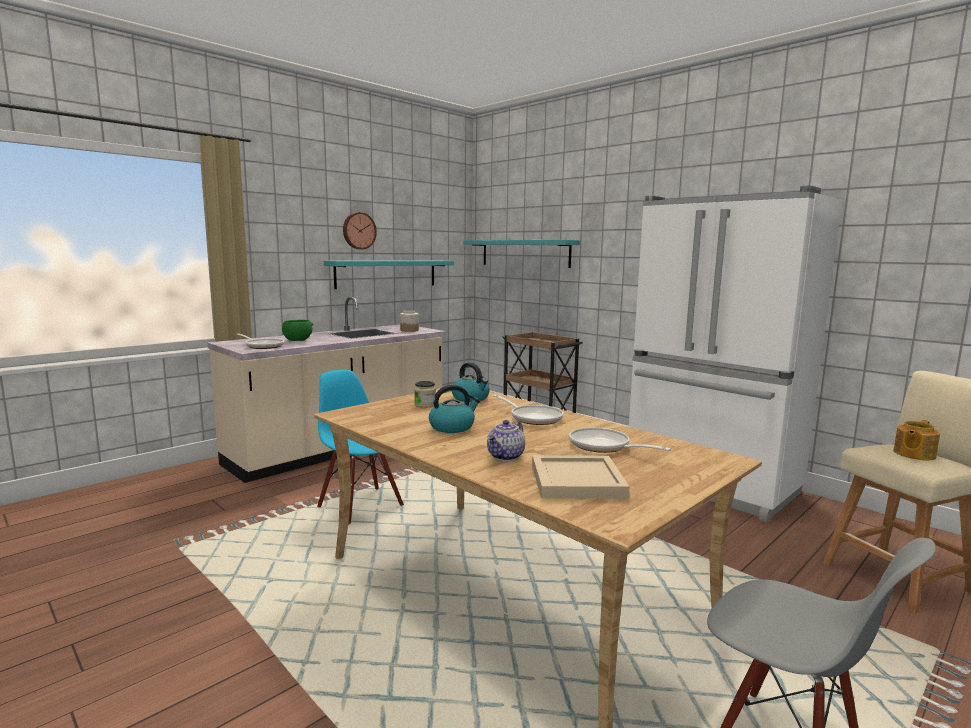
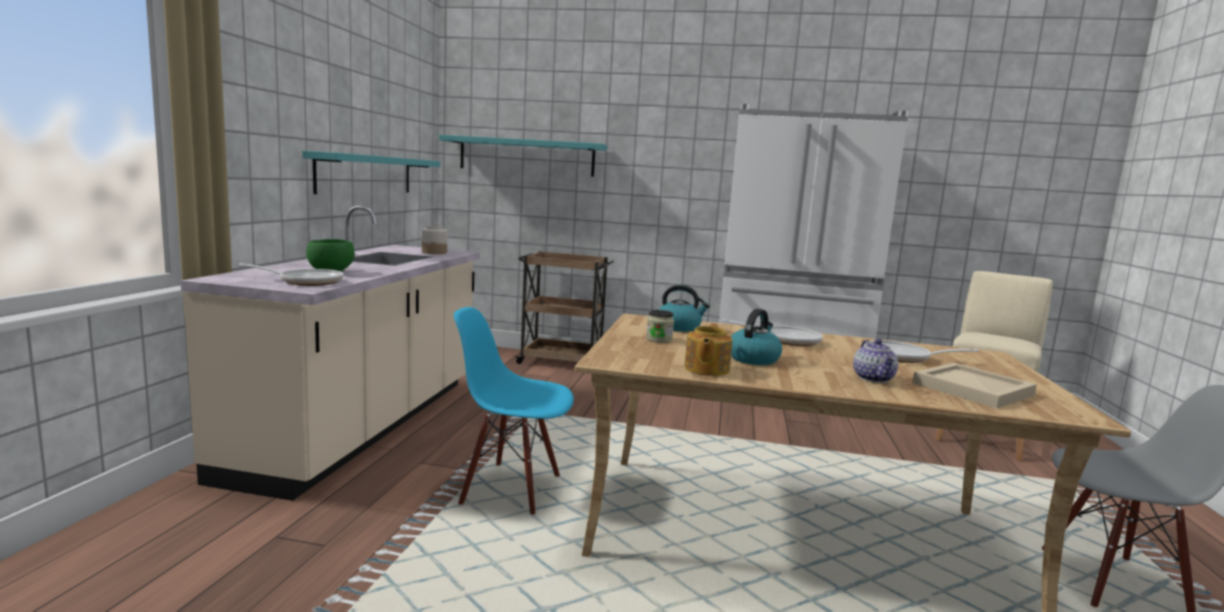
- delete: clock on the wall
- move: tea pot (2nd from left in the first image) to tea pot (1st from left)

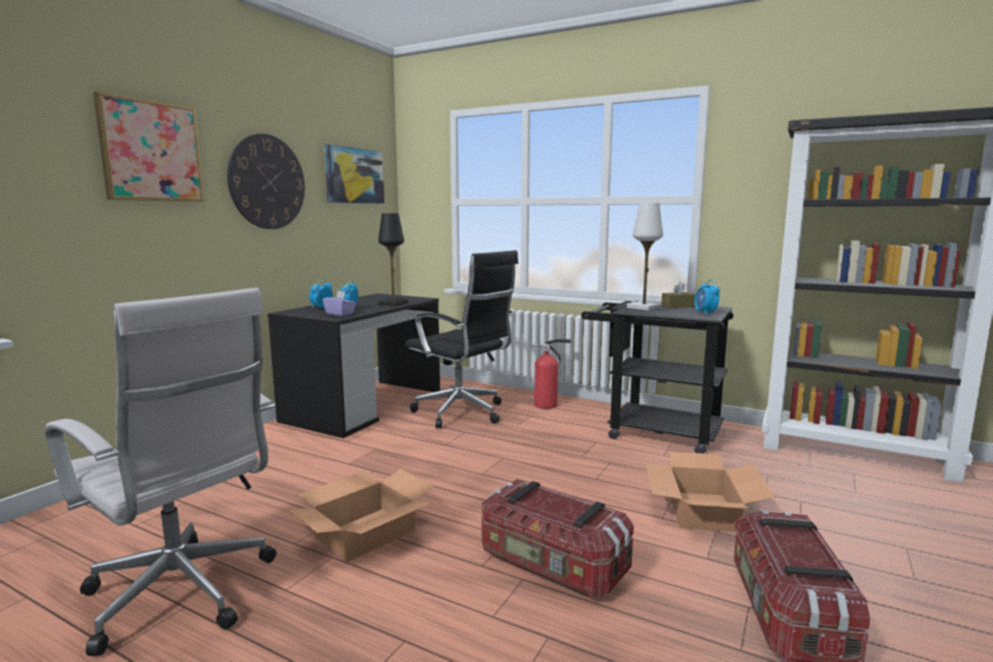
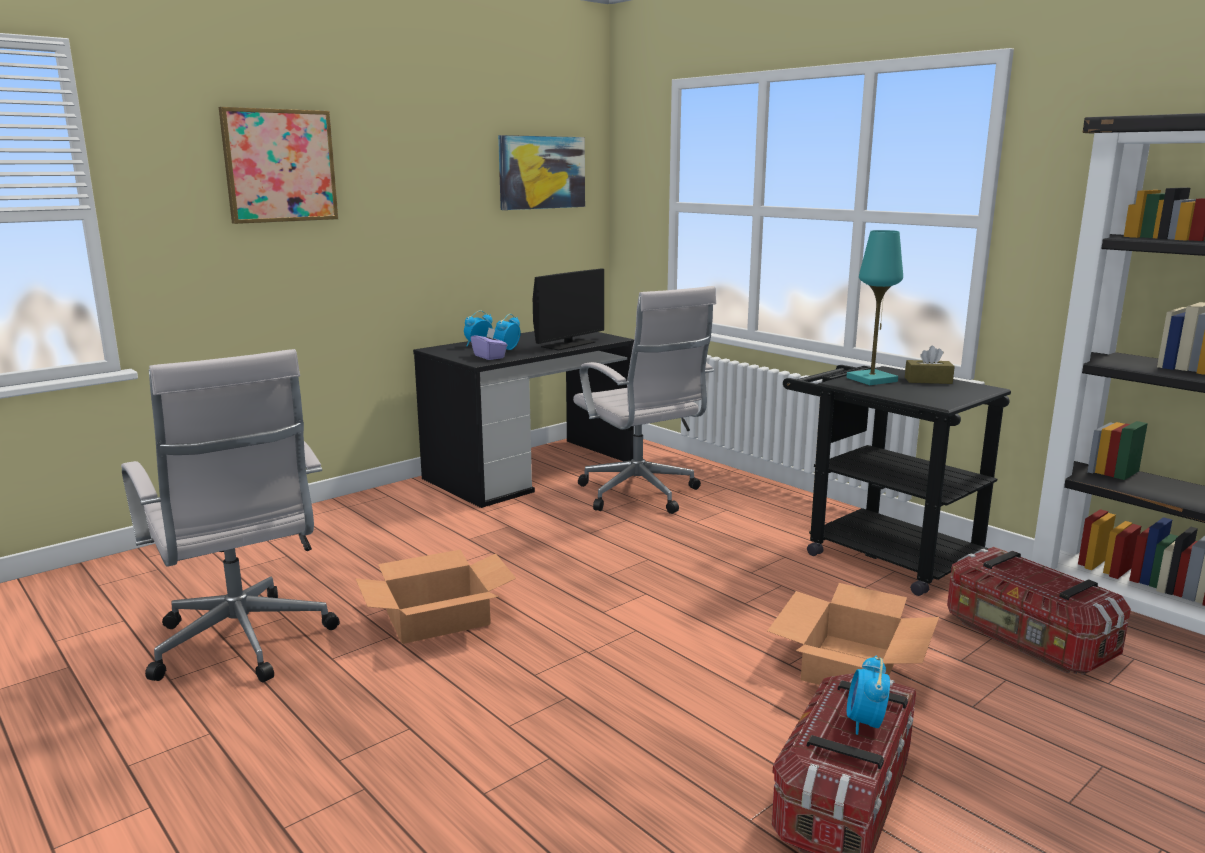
- delete: clock on the wall
- recolor: lamp for a table (white) to lamp for a table (turquoise)
- replace: lamp for a table (blackish) to monitor
- recolor: desk chair (blackish) to desk chair (white) (2nd from left)
- move: bedside clock (3rd from left)
- delete: extinguisher
- move: storage container (1st from left in the first image) to storage container (2nd from left)

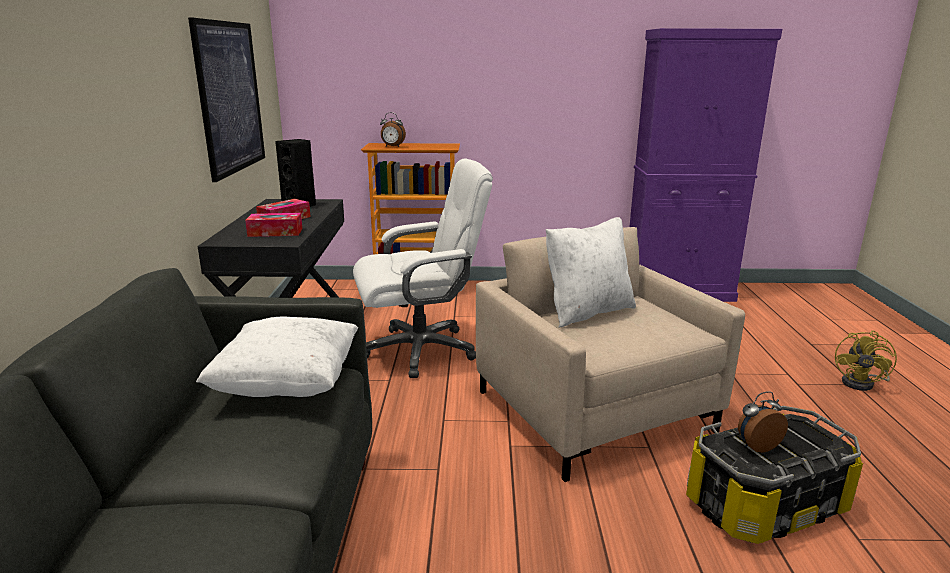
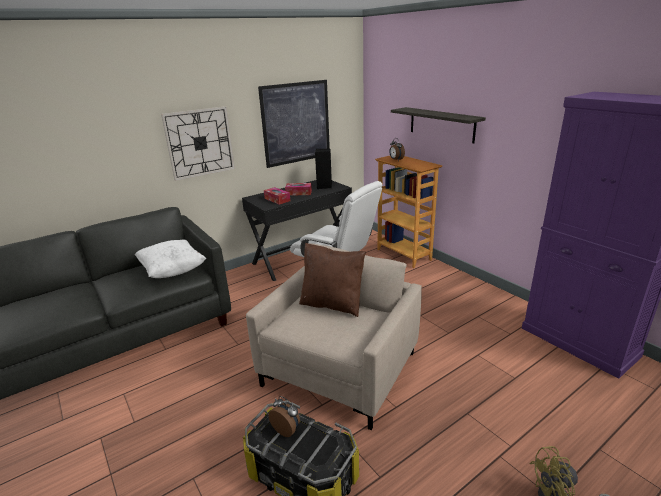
- recolor: cushion (white) (2nd from left) to cushion (brownish)
- insert: clock on the wall
- insert: shelf

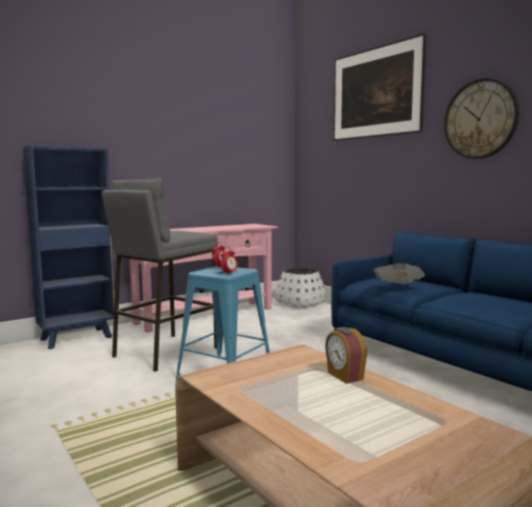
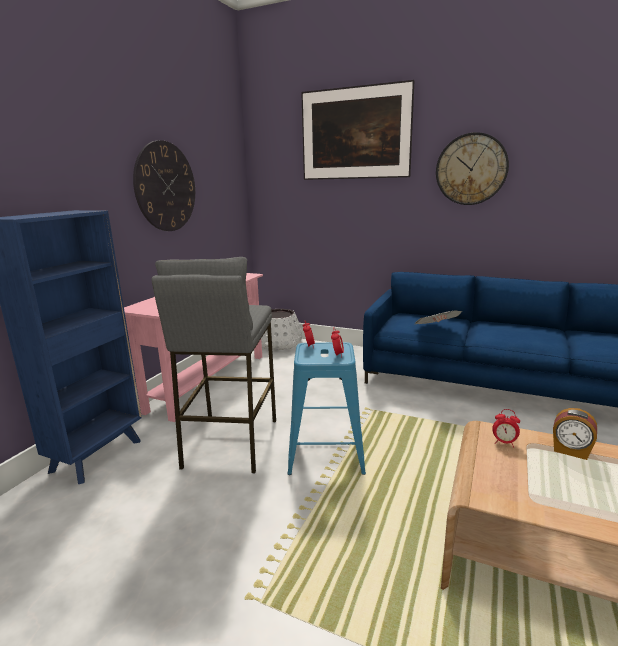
- insert: clock on the wall (1st from left)
- insert: bedside clock (3rd from left)

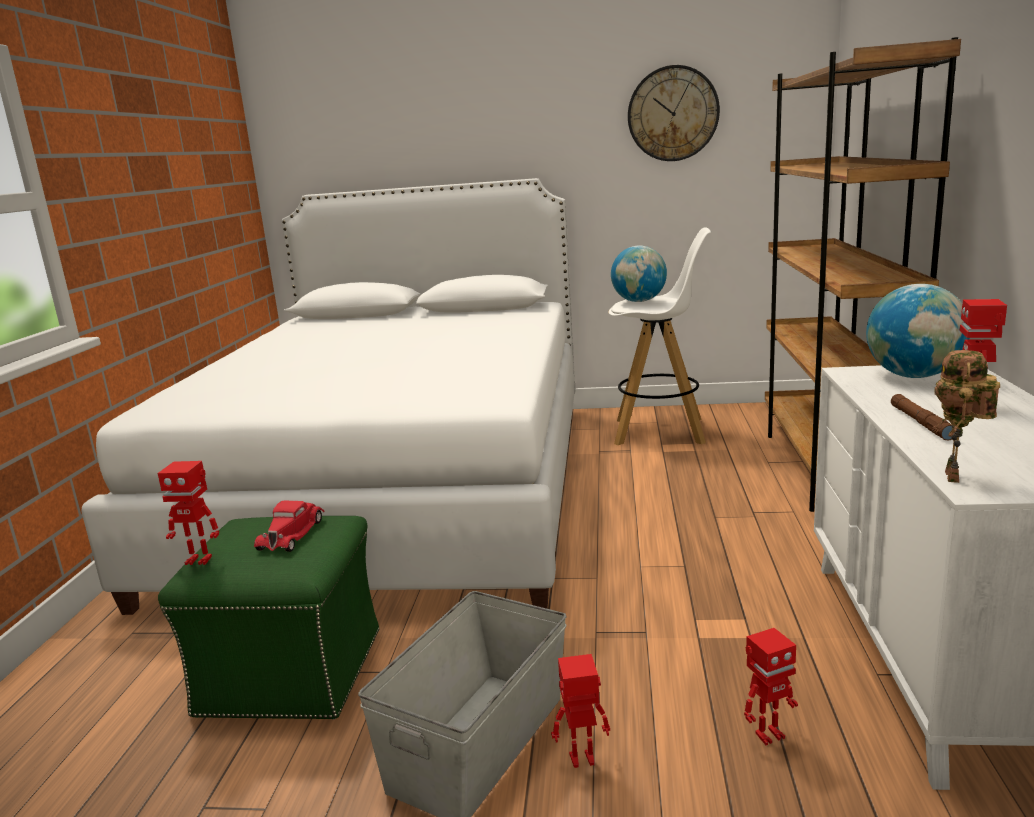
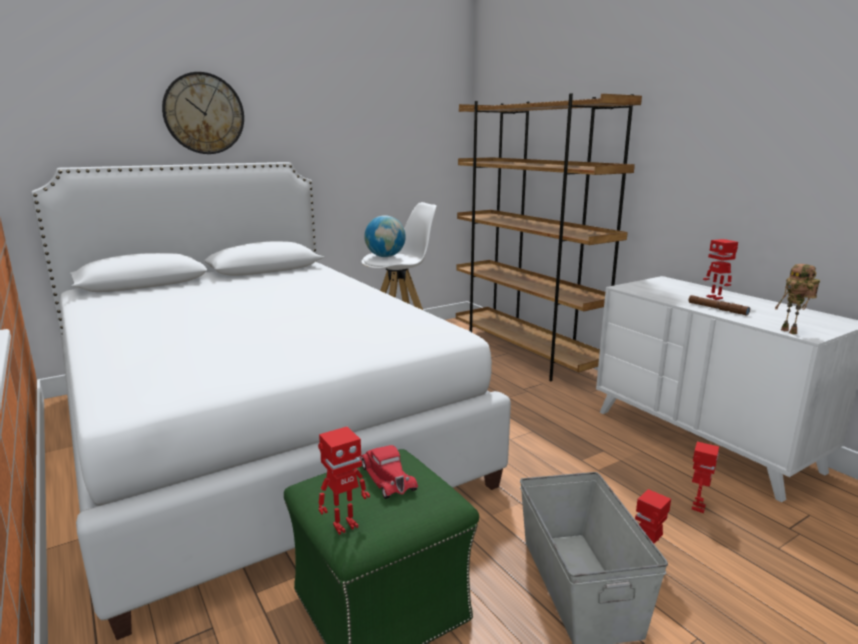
- move: clock on the wall
- delete: globe (2nd from left)

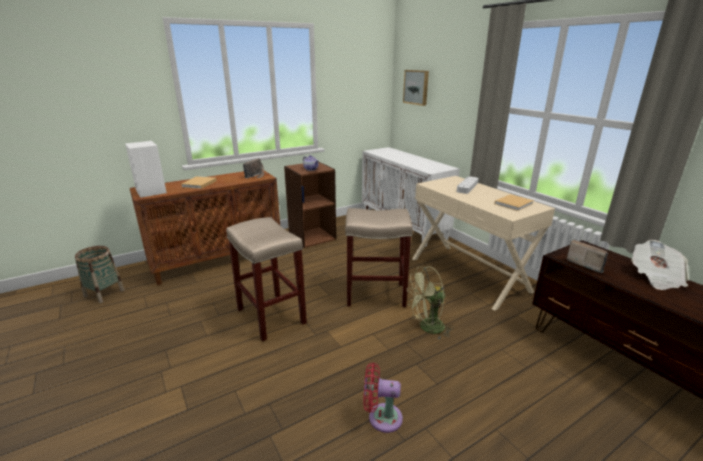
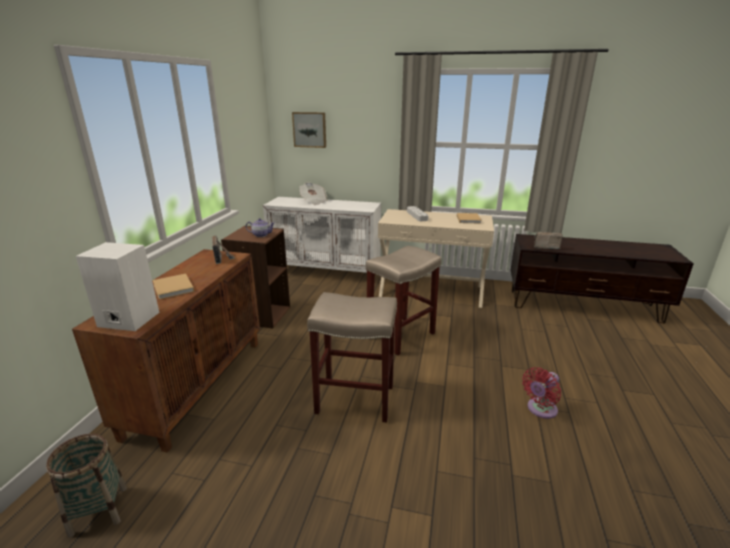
- move: daily paper
- delete: electric fan (green-coloured)

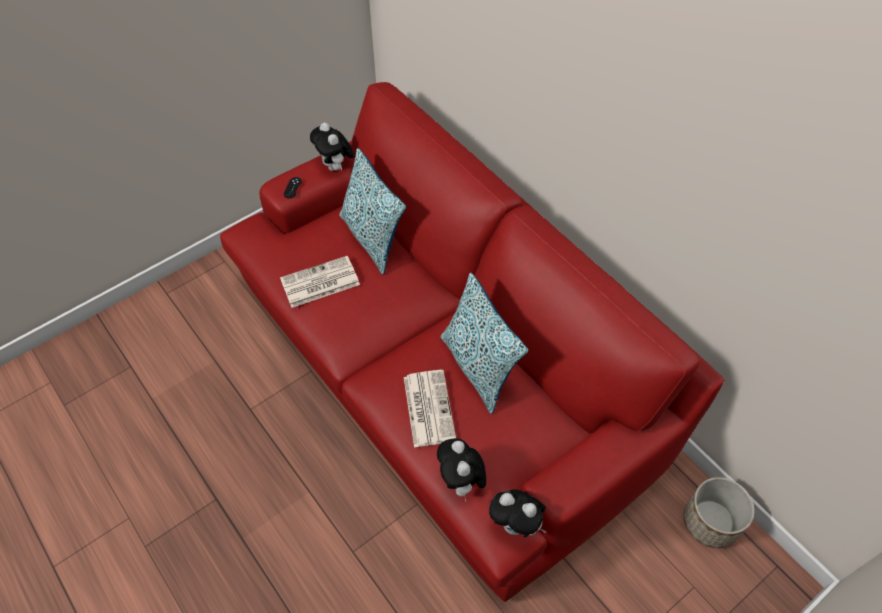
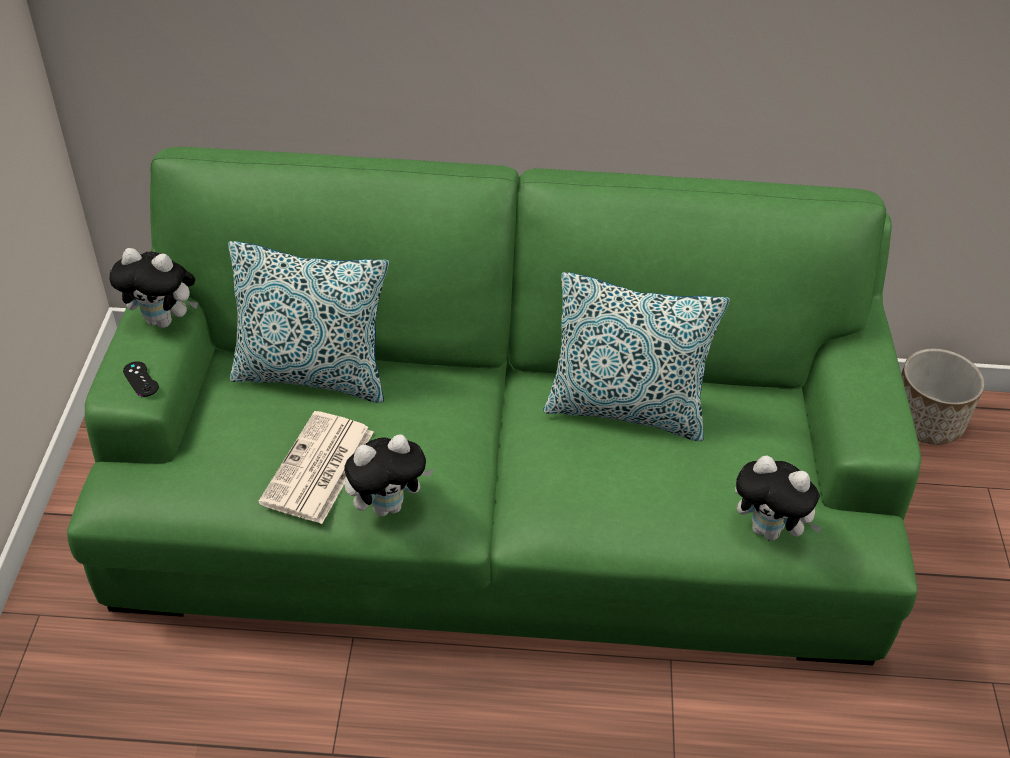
- recolor: sofa (reddish) to sofa (green-coloured)
- delete: daily paper (2nd from left)
- move: plush toy (3rd from left in the first image) to plush toy (2nd from left)

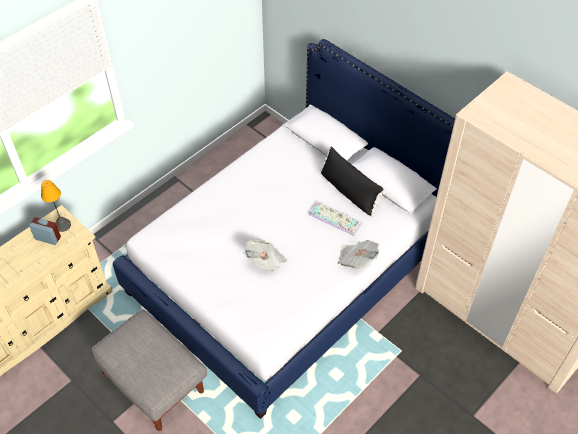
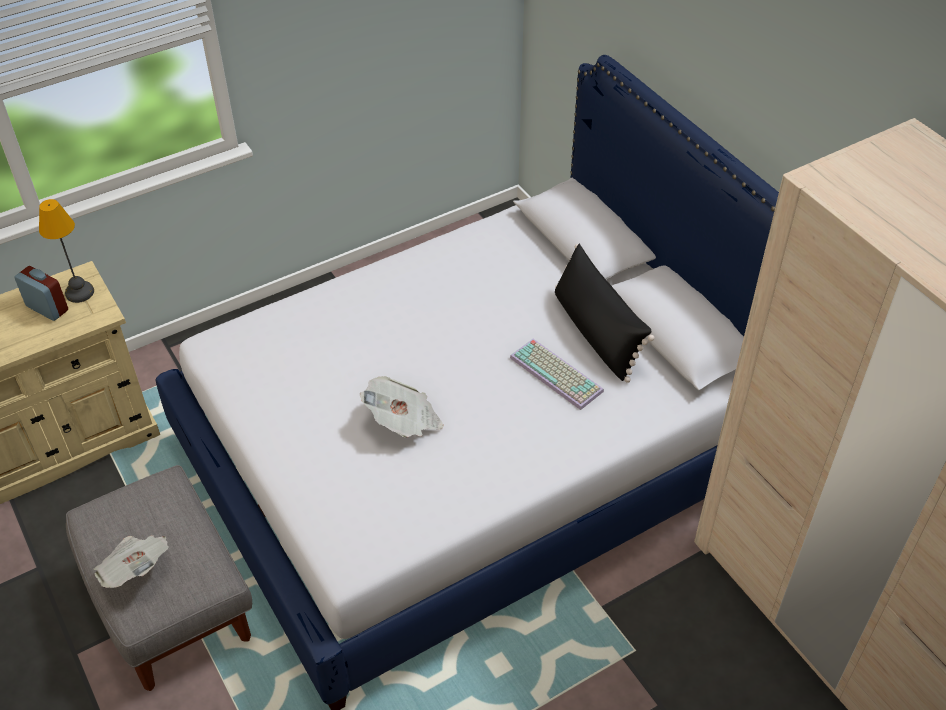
- move: daily paper (2nd from left in the first image) to daily paper (1st from left)

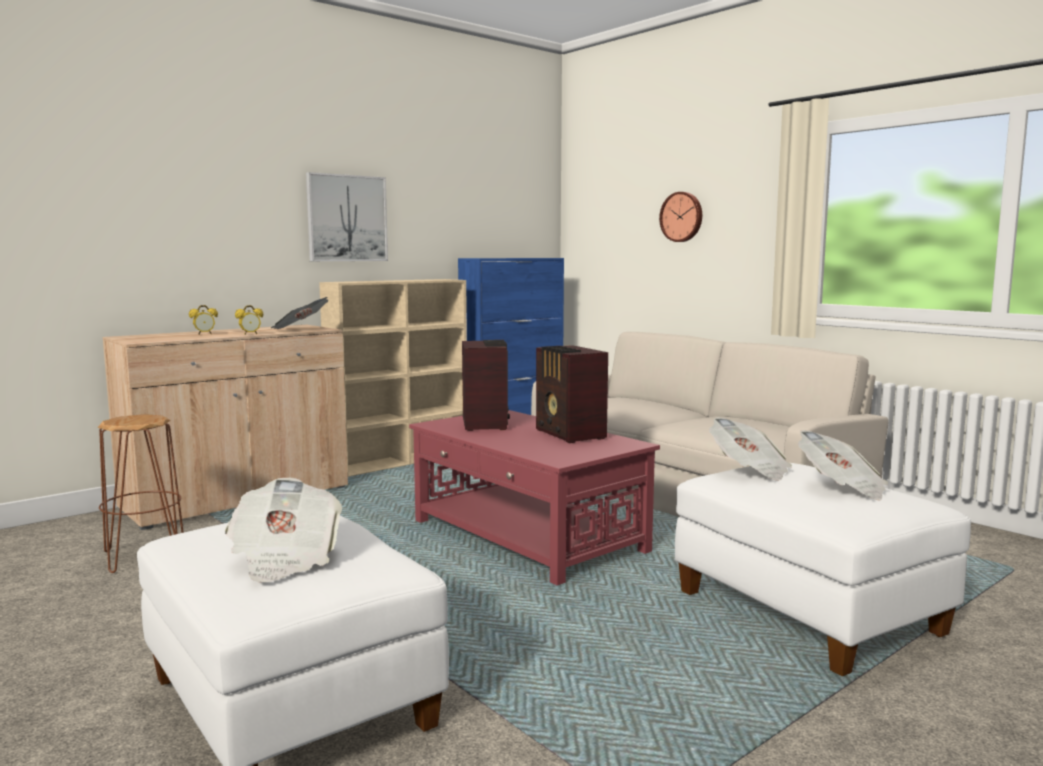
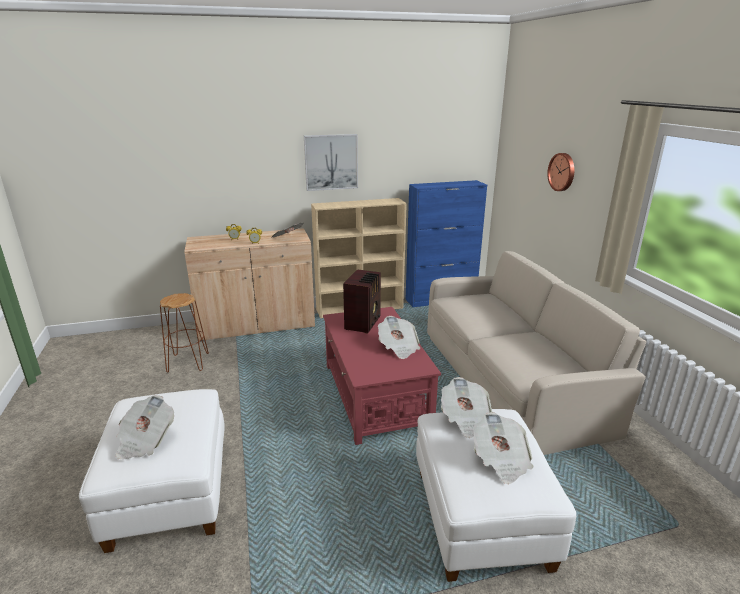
- replace: radio (2nd from left) to daily paper (3rd from left)

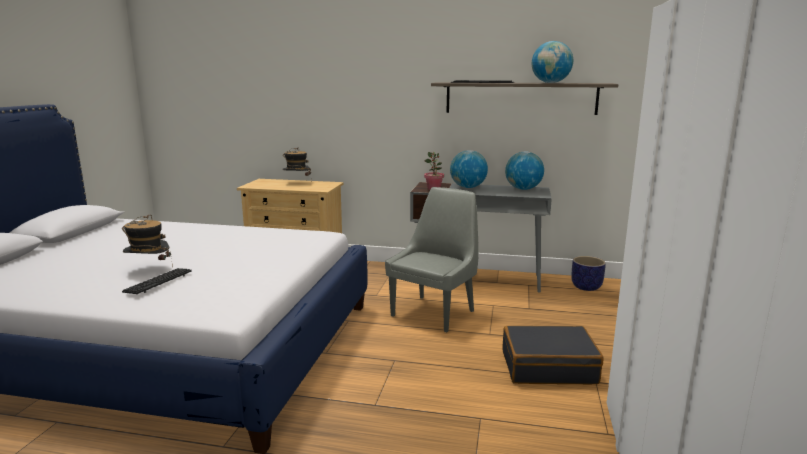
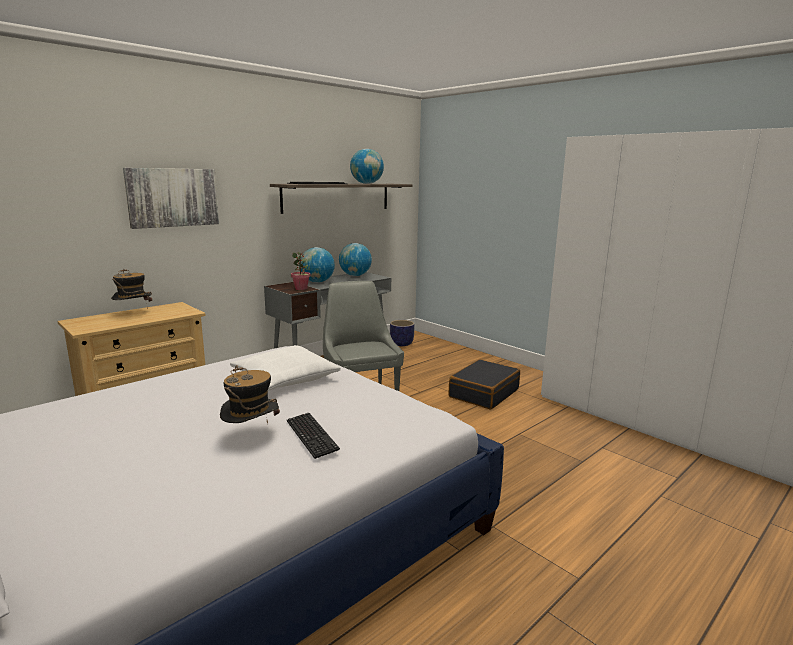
- insert: wall art
- insert: cushion (white)

